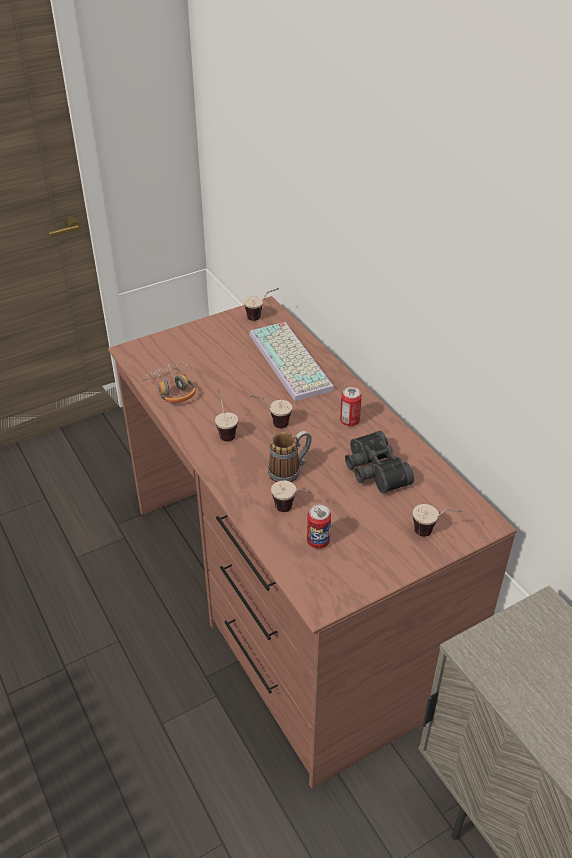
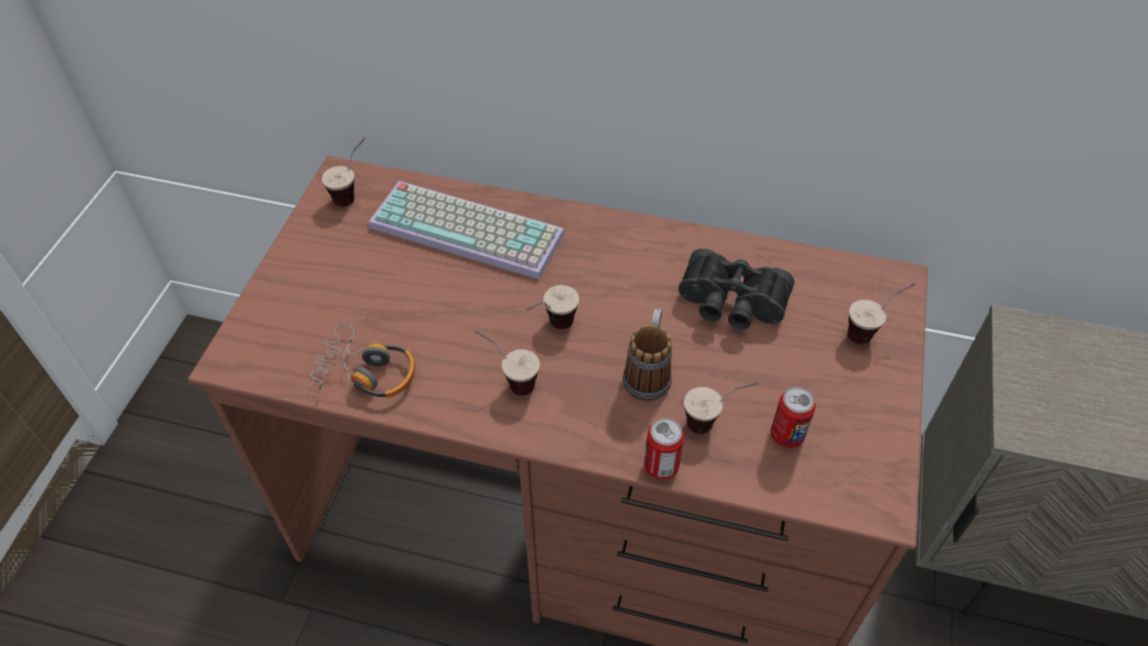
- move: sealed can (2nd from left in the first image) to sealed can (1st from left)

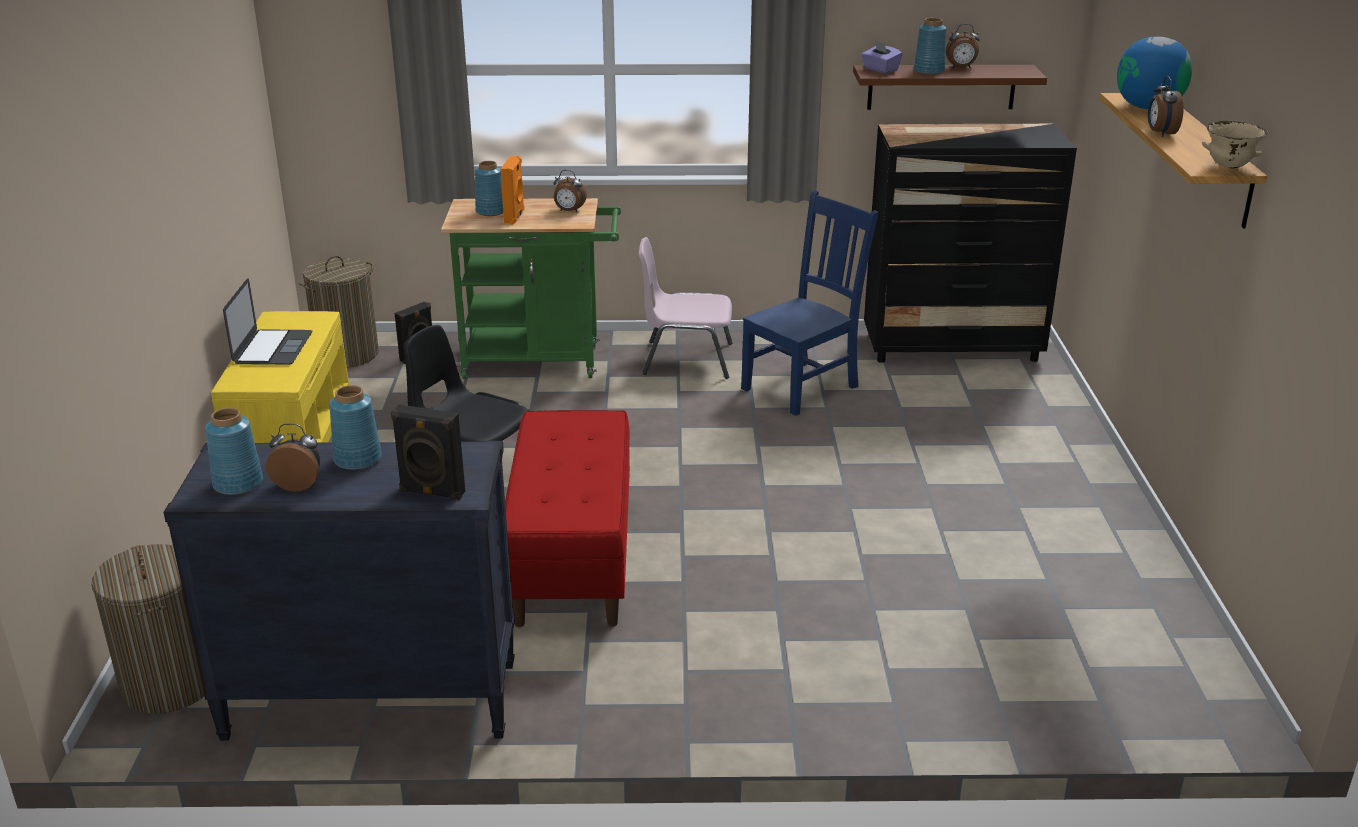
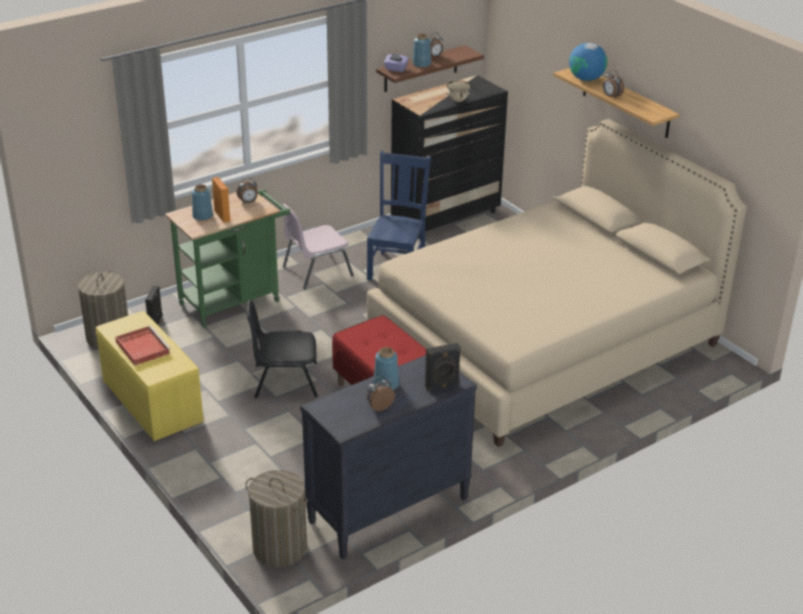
- move: deep dish (sand-coloured)
- replace: laptop to tray (reddish)
- delete: decorative vase (blue) (1st from left)
- insert: bedroom bed (sand-coloured)

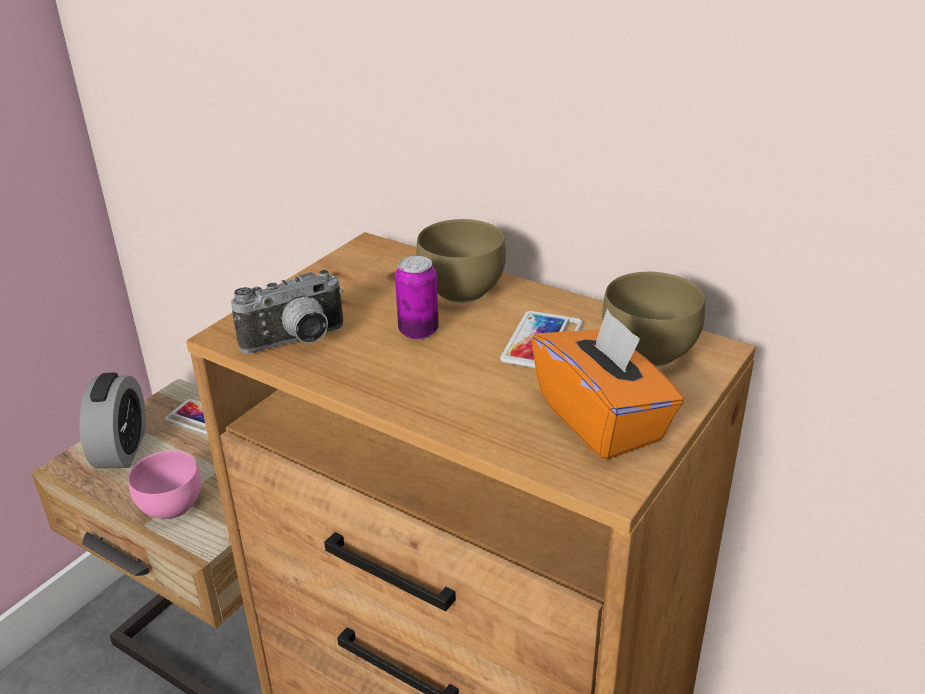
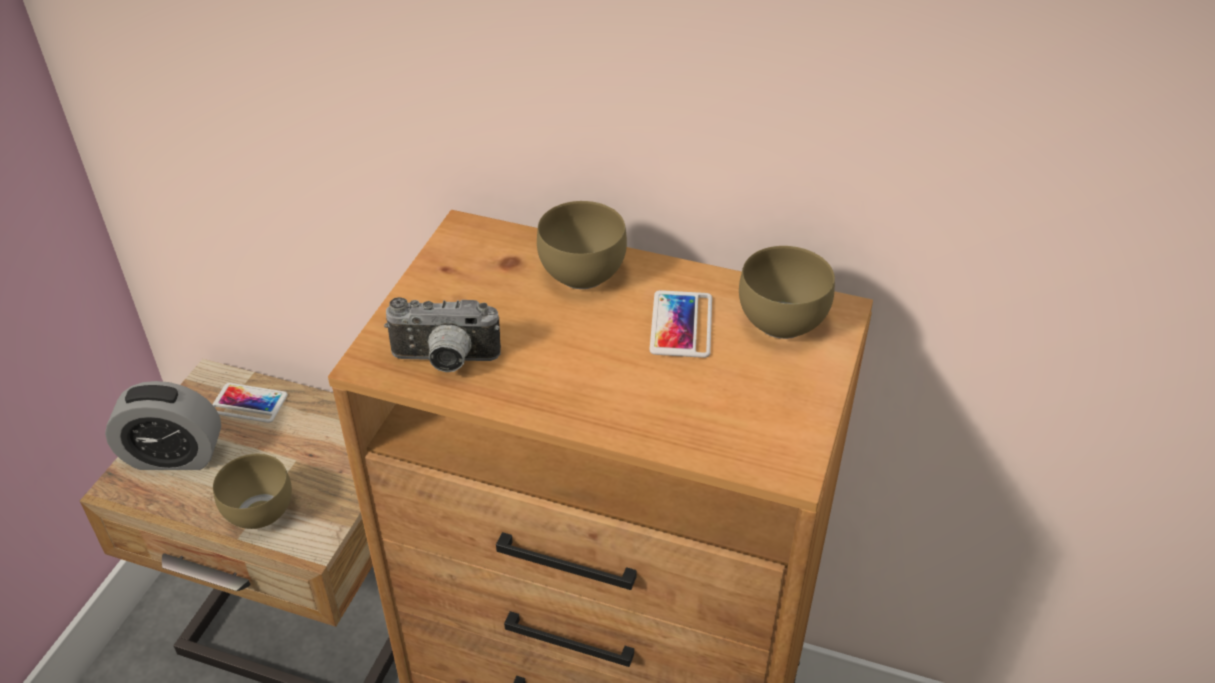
- delete: sealed can
- rotate: photo camera 45 degrees clockwise
- delete: tissue box (orangey)
- rotate: bedside clock 105 degrees clockwise
- recolor: deep dish (pinkish) to deep dish (brownish) (1st from left)

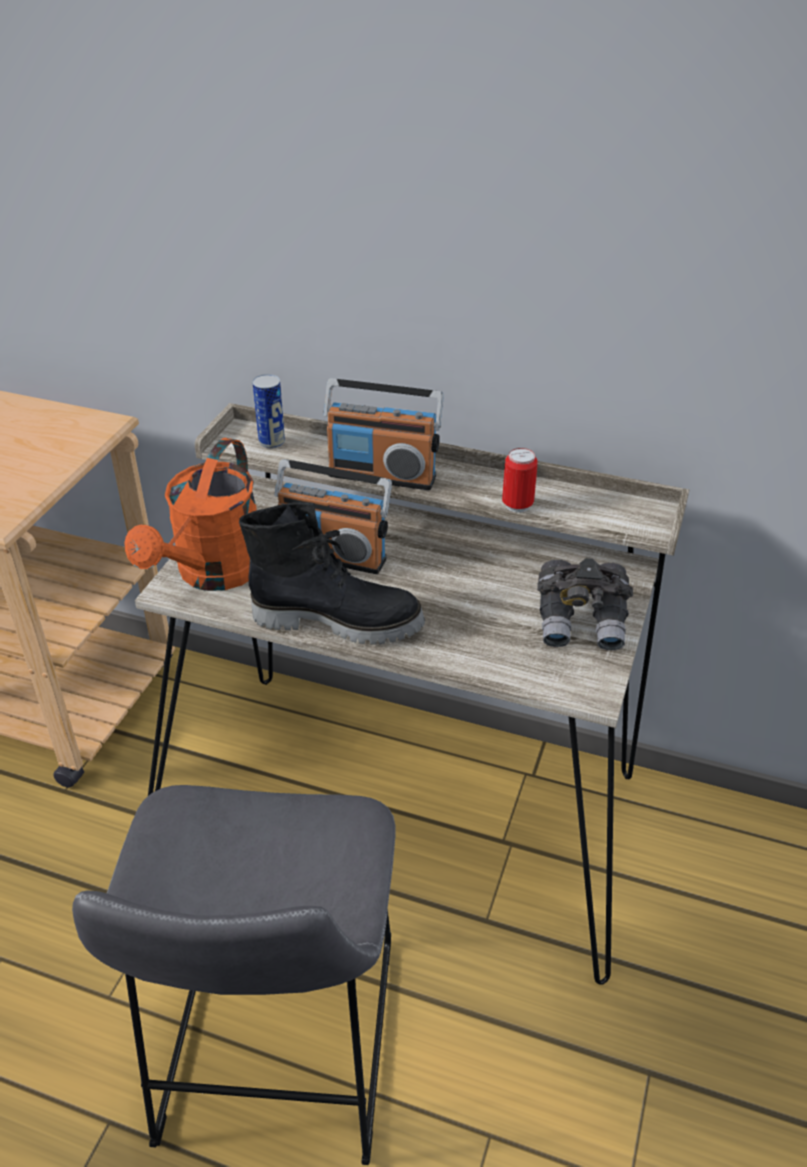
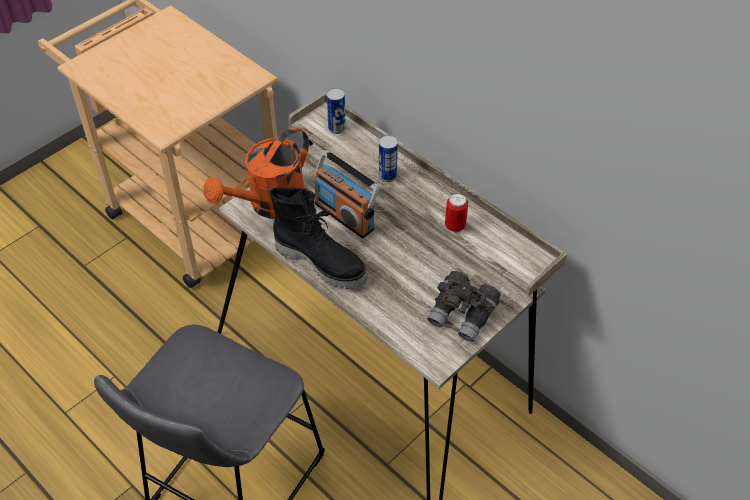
- replace: radio (2nd from left) to sealed can (2nd from left)

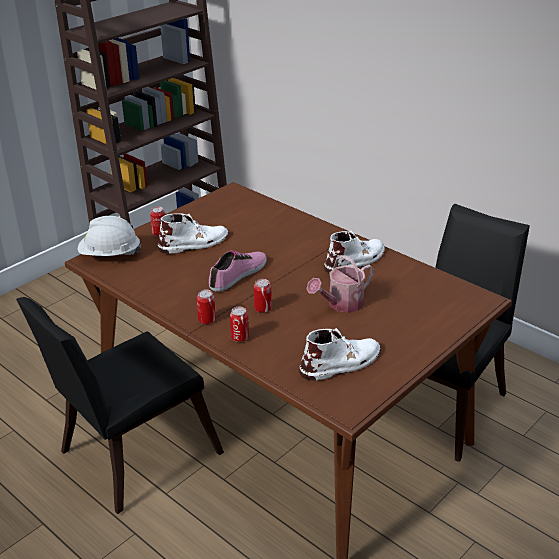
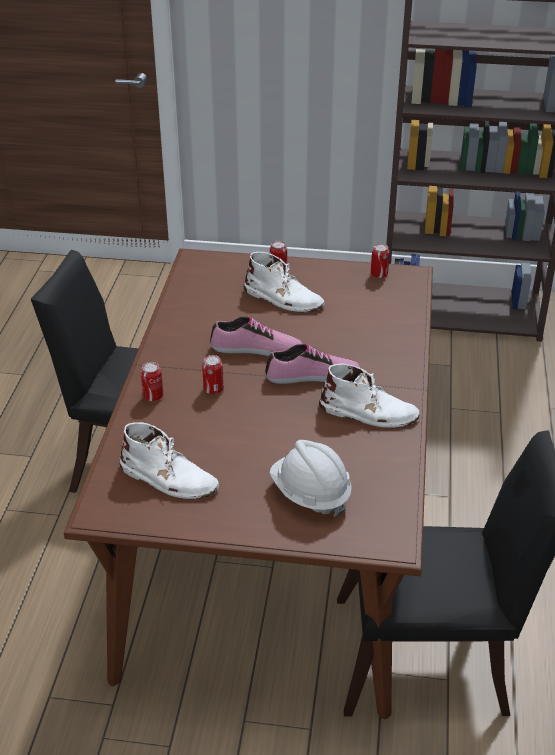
- move: work helmet (white)
- delete: watering pot
- move: sealed can (2nd from left in the first image) to sealed can (4th from left)
- insert: item of footwear (2nd from left)

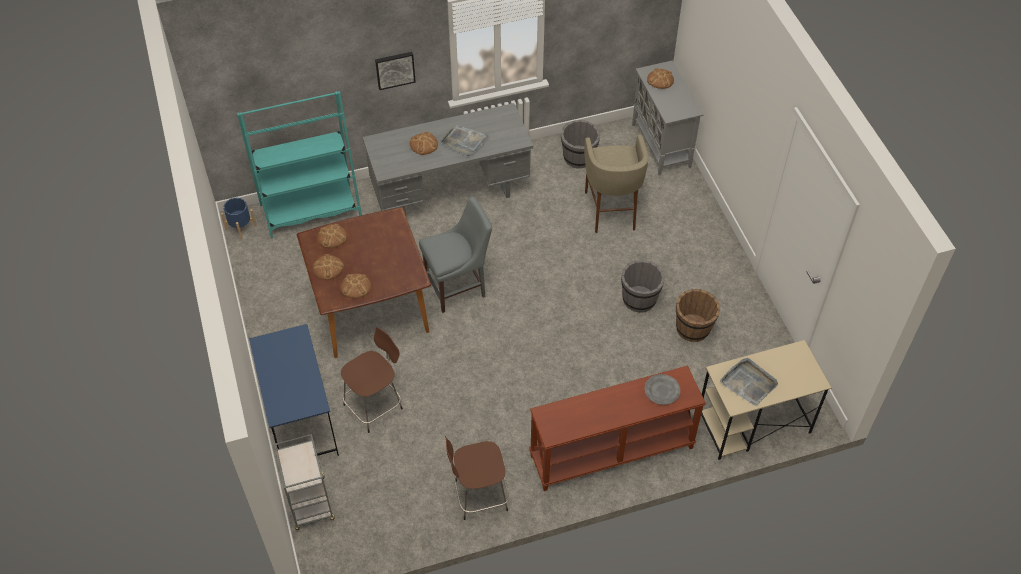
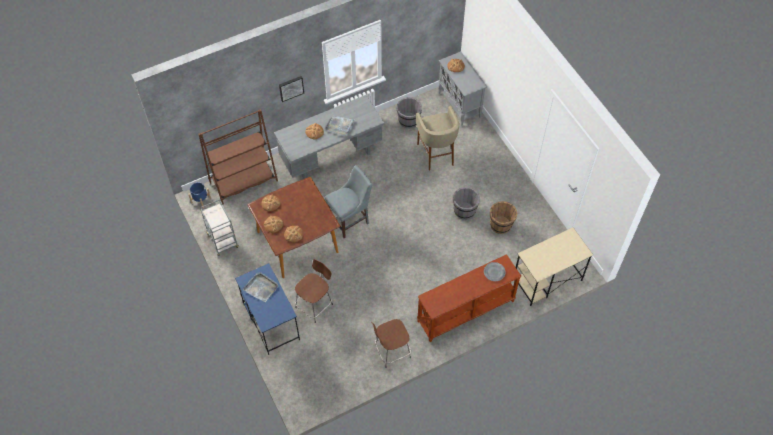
- recolor: bookshelf (turquoise) to bookshelf (brownish)
- move: tray (grey) (2nd from left in the first image) to tray (grey) (1st from left)
- move: cart (grey)

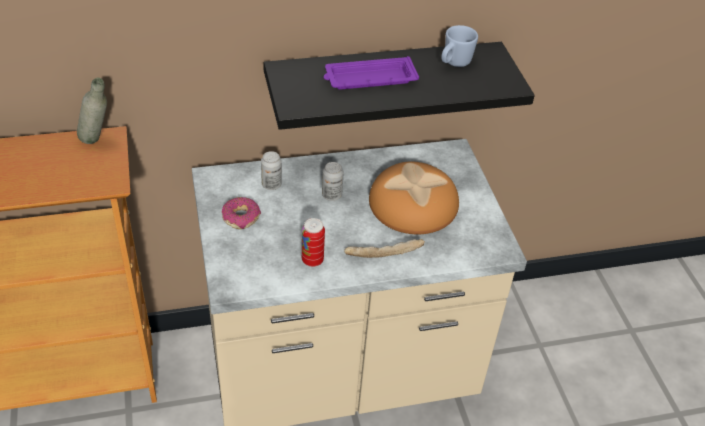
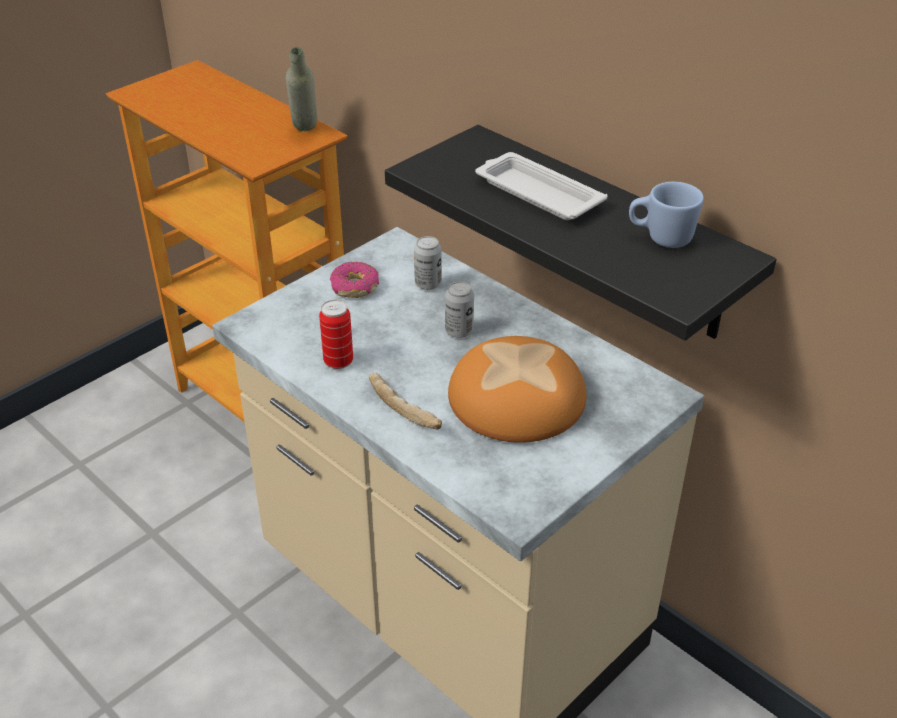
- recolor: tray (purple) to tray (white)

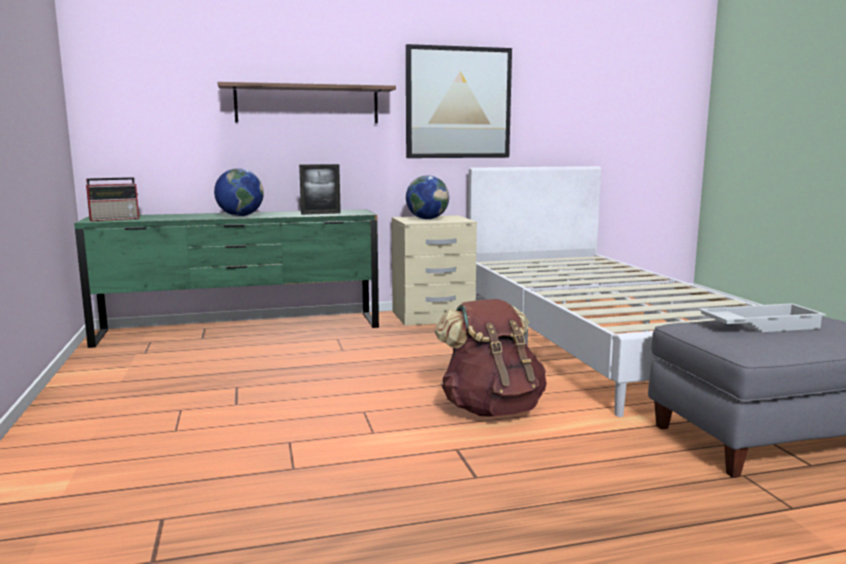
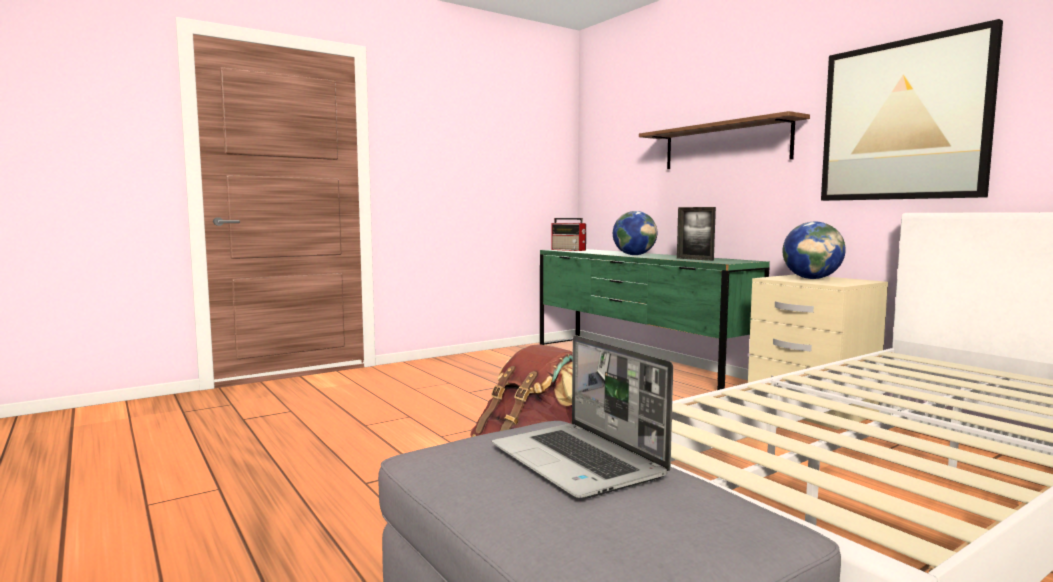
- replace: tray (white) to laptop

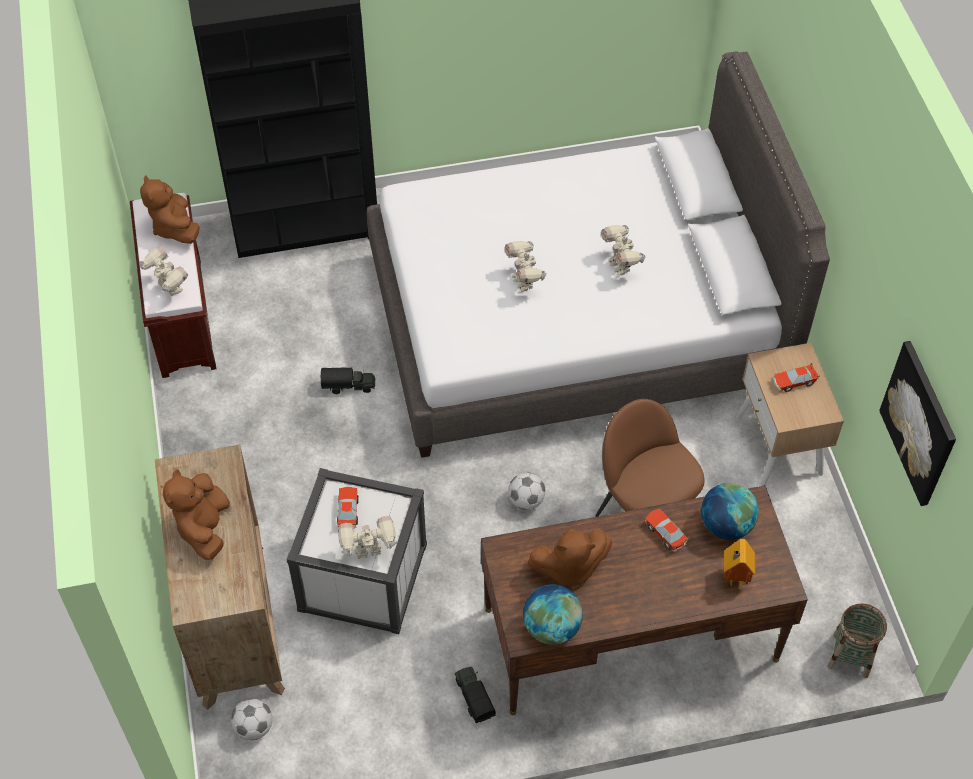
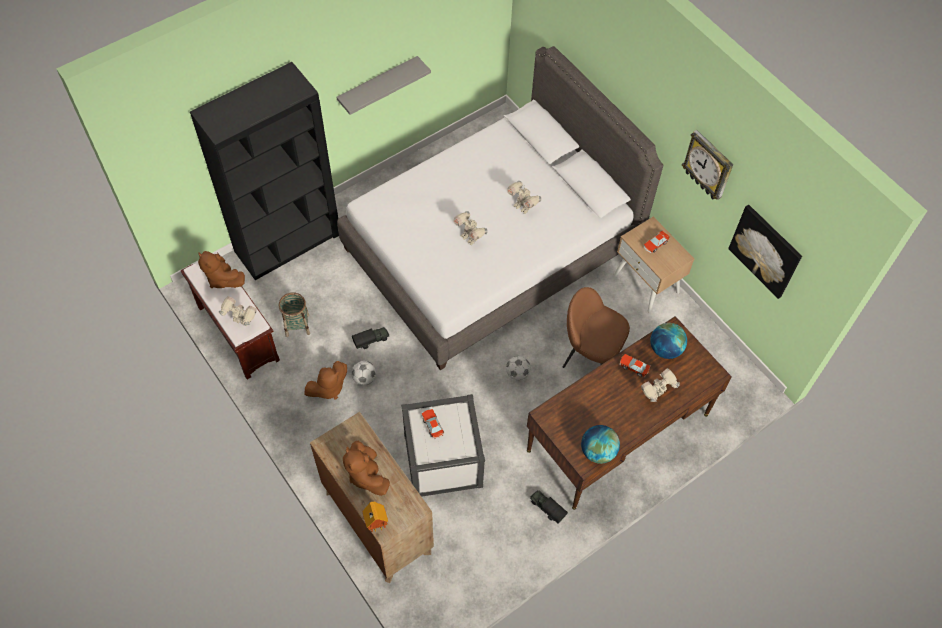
- move: robot figure (2nd from left in the first image) to robot figure (4th from left)
- move: plush toy (brownish) (3rd from left in the first image) to plush toy (brownish) (2nd from left)
- move: model house
- move: storage basket
- move: football (1st from left)
- insert: shelf (grey)
- insert: clock on the wall

